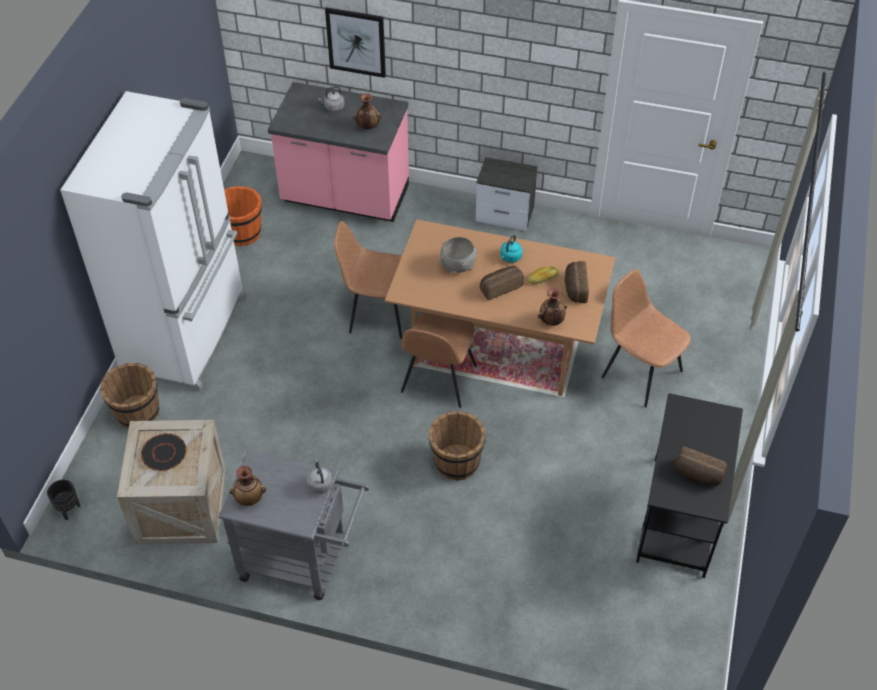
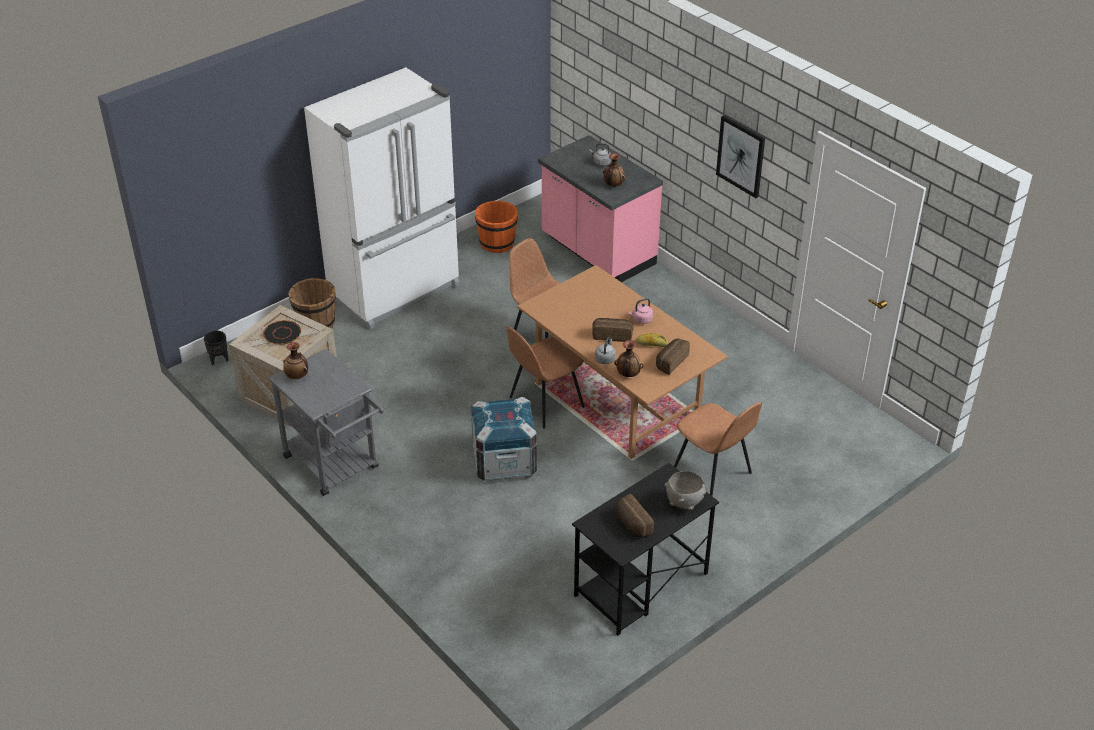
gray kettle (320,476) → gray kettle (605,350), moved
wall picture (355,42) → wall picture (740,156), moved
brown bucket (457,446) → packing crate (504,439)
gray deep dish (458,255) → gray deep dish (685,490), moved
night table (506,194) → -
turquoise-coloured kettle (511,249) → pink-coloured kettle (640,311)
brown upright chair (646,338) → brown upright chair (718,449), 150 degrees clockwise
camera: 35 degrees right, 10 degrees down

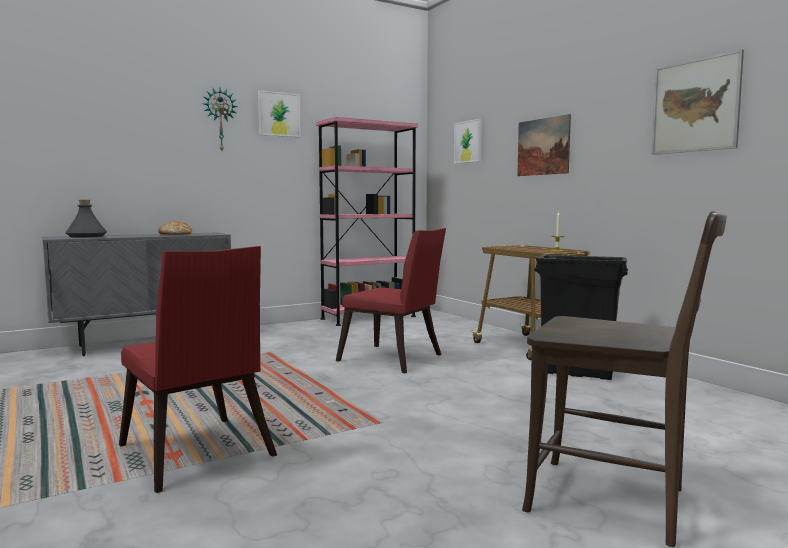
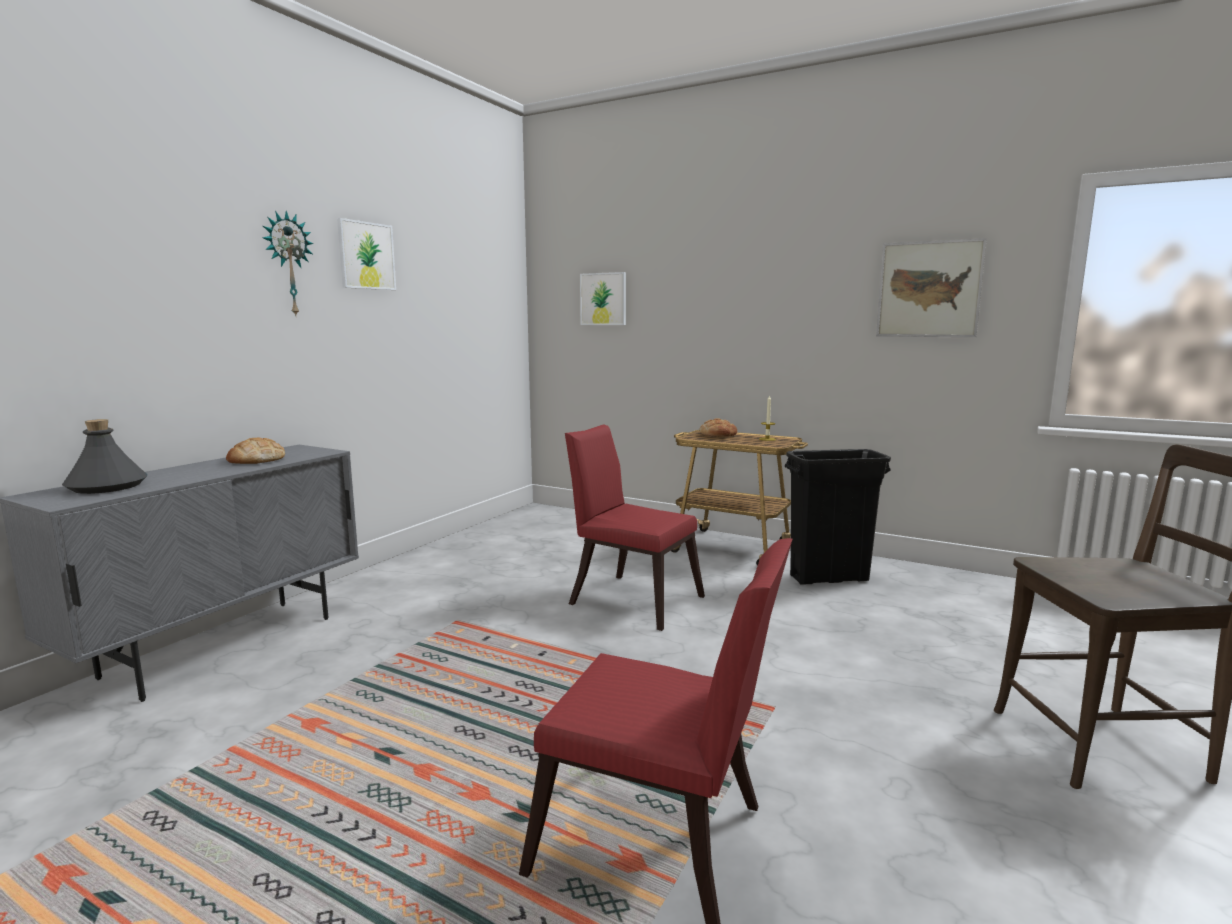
pink-coloured bookshelf (367,221) → -
red upright chair (391,300) → red upright chair (635,528), 150 degrees counterclockwise
wall picture (544,145) → -
- → bread (718,427)
camera: 30 degrees left, 5 degrees up

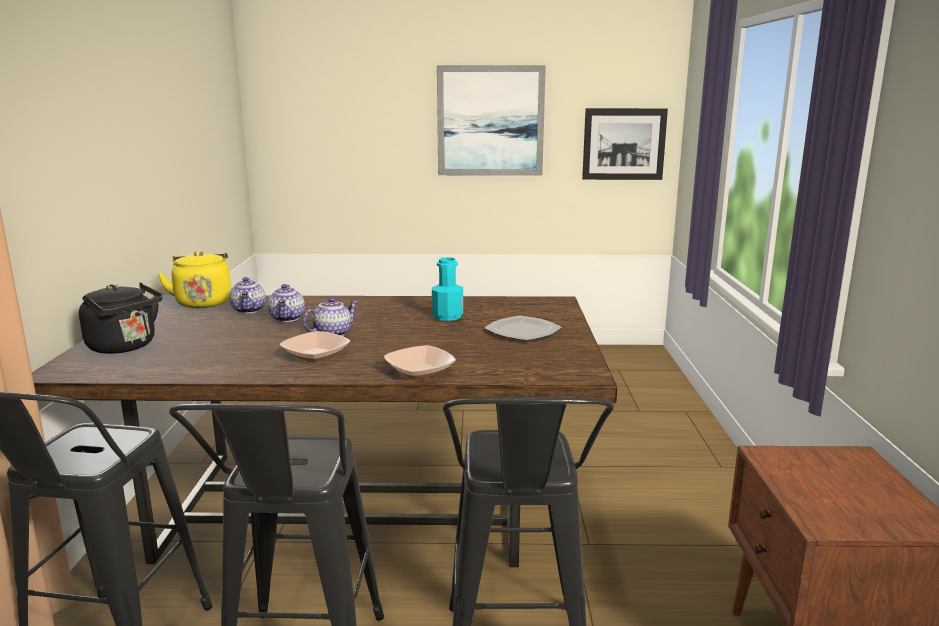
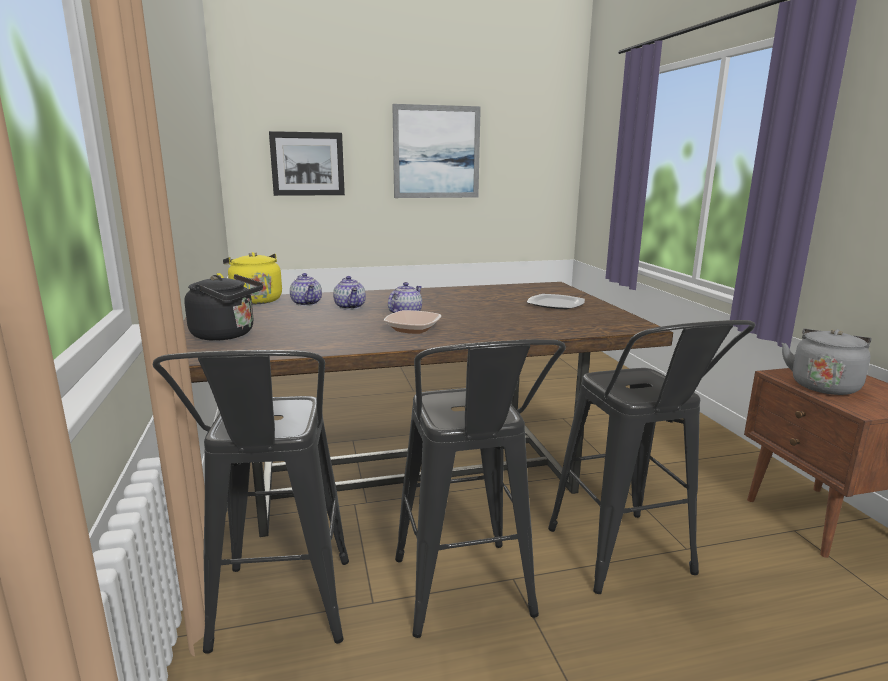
deep dish (420,362) → -
turquoise-coloured drink bottle (447,289) → -
wall picture (625,144) → wall picture (307,163), moved
- → gray kettle (826,361)
camera: 15 degrees left, 0 degrees up

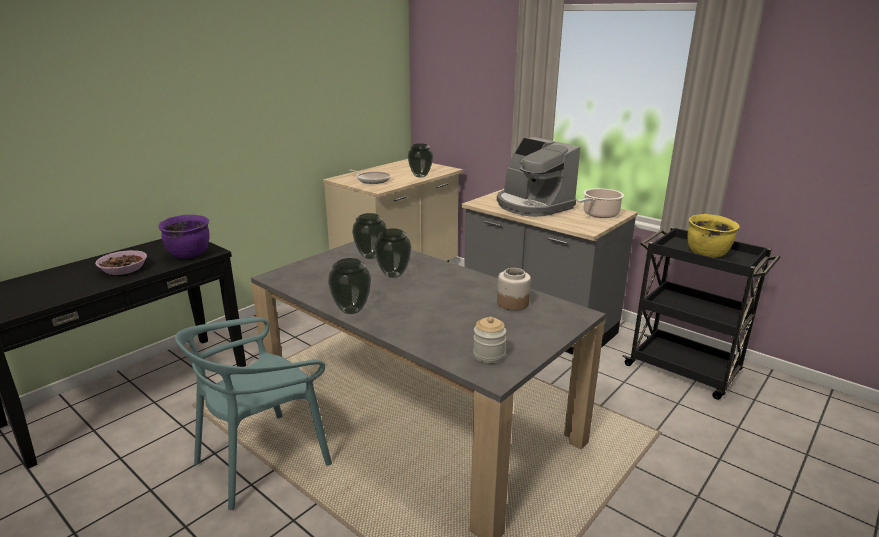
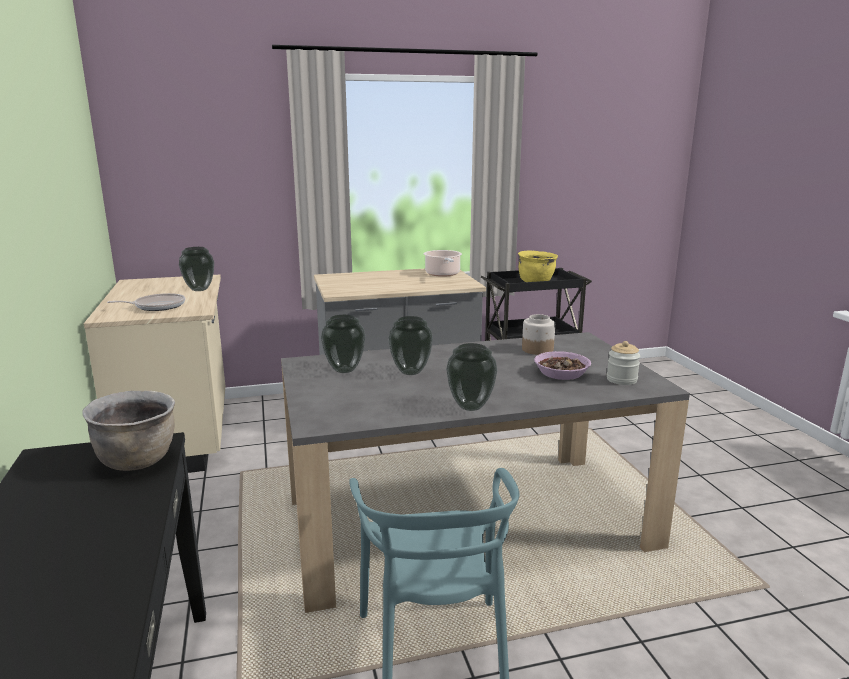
deep dish (121,262) → deep dish (562,365), moved
purplish saucepot (183,236) → brown saucepot (129,431)
coffee brewer (538,177) → -
camera: 55 degrees left, 5 degrees down

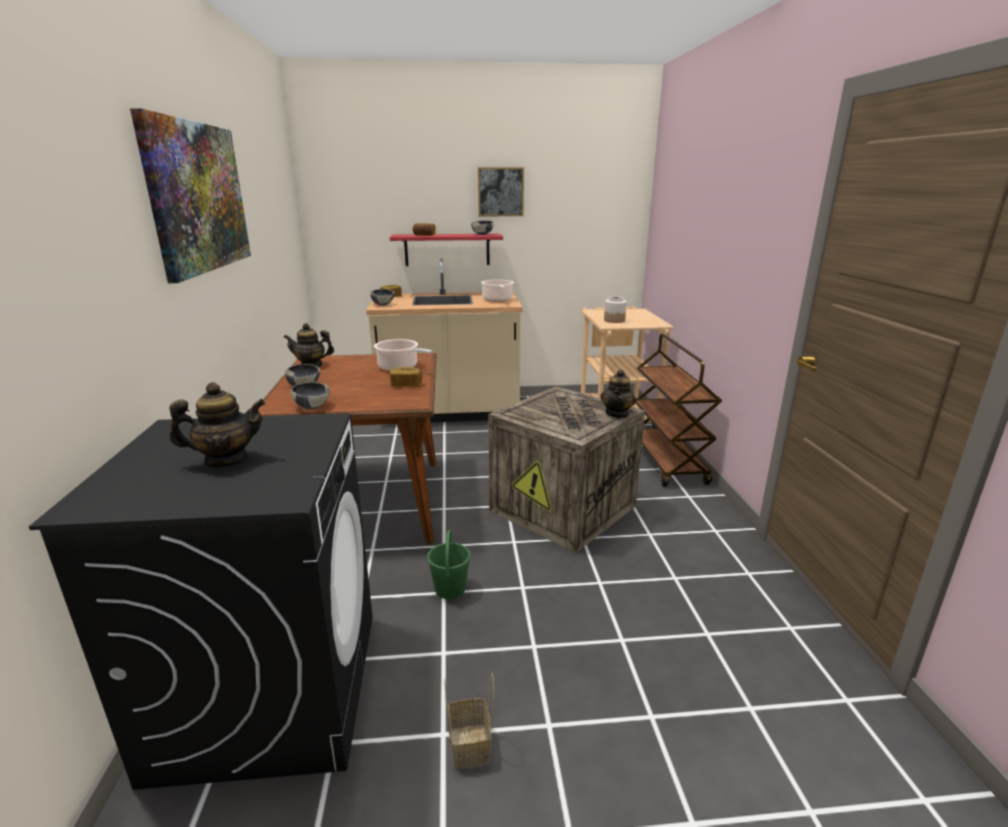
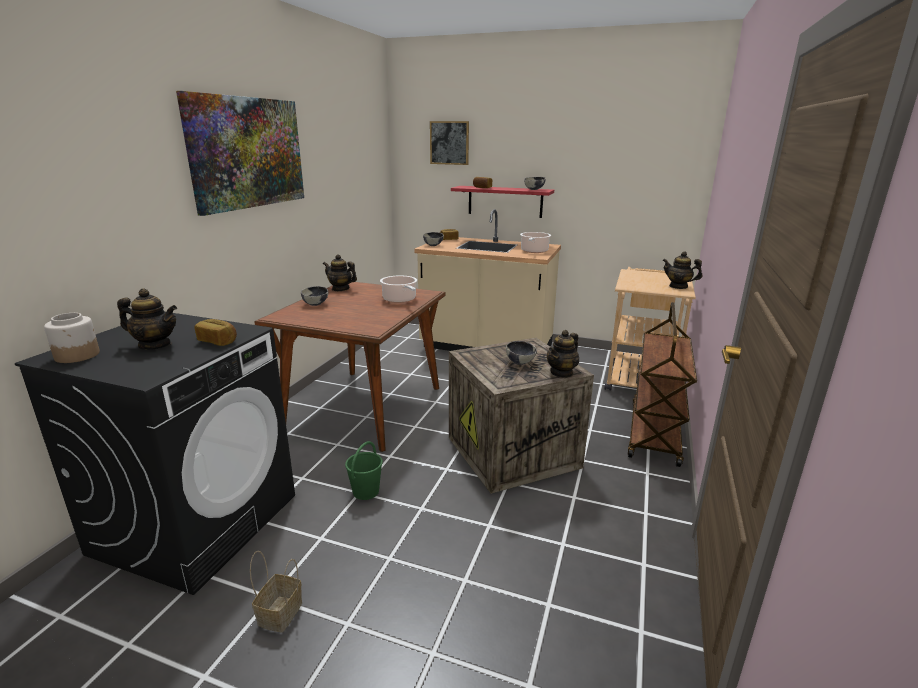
deep dish (310,396) → deep dish (521,353), moved
bread (406,376) → bread (215,332), moved
wall picture (501,191) → wall picture (449,143), moved
storage jar (615,310) → storage jar (72,338), moved
- → tea pot (682,270)
camera: 25 degrees right, 0 degrees up

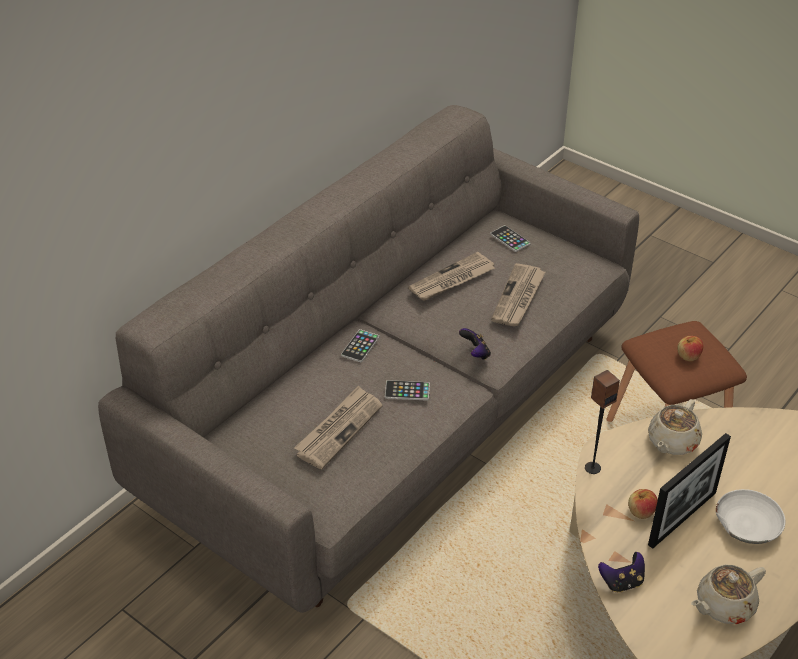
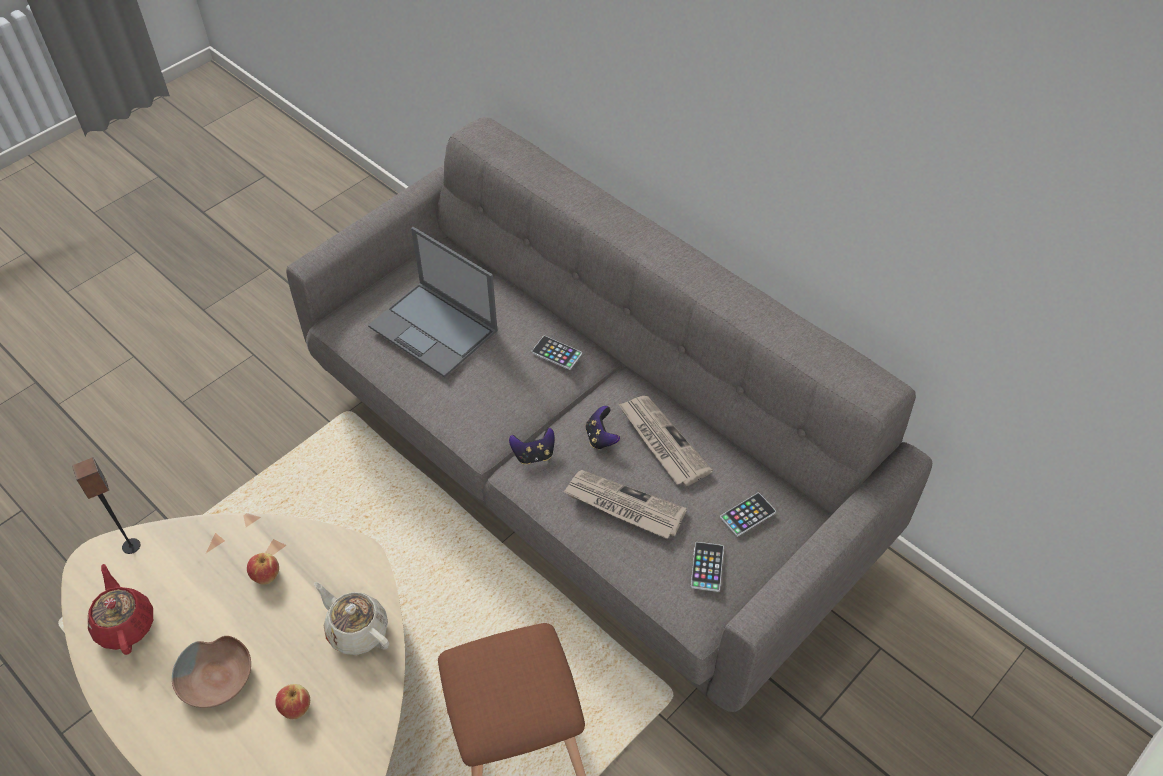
printed paper (338,427) → notebook computer (433,302)
telephone (407,390) → telephone (707,567), moved
audio speaker (602,422) → audio speaker (106,506), moved
game controller (621,572) → game controller (602,428), moved
standing frame (689,491) → -
whole apple (690,348) → whole apple (292,701), moved
beige tea pot (728,594) → red tea pot (120,609)
white-coloured deep dish (750,516) → brown deep dish (211,672)
camera: 95 degrees right, 10 degrees up

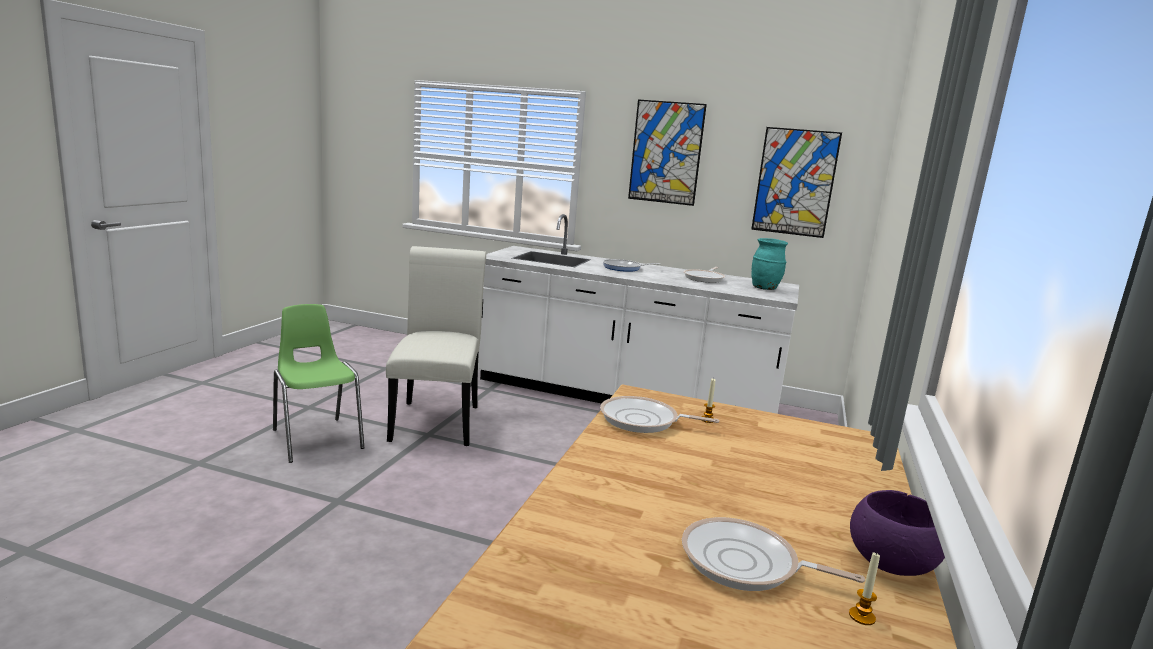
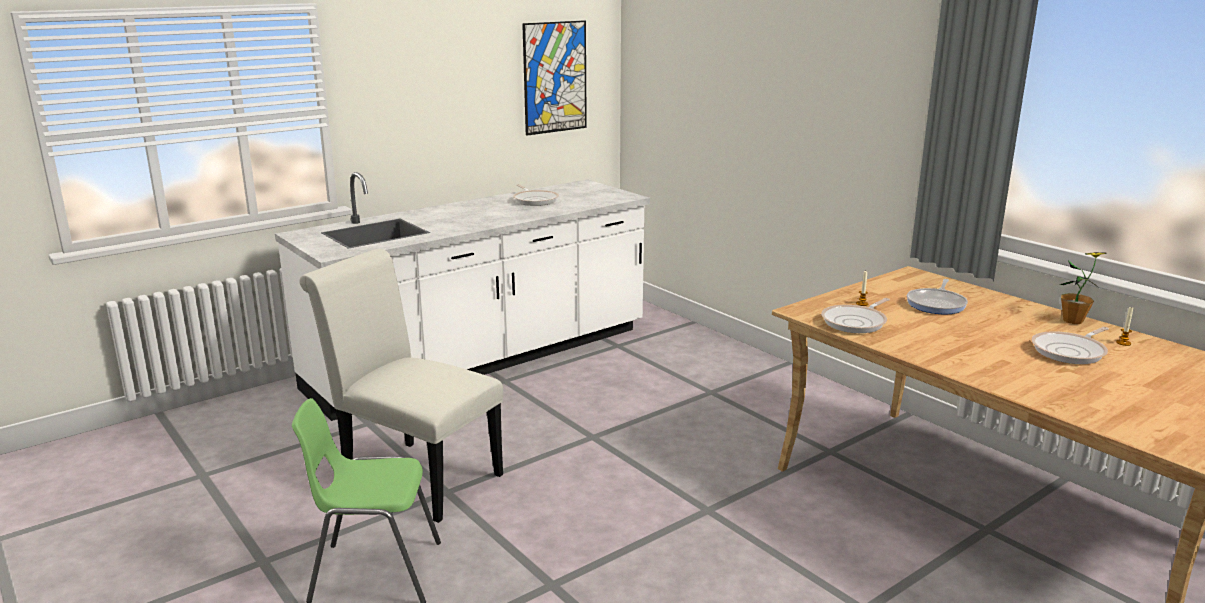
frying pan (631,265) → frying pan (937,296), moved
wall picture (667,152) → -
turquoise-coloured vase (769,264) → -
purplish deep dish (897,533) → houseplant (1083,288)
camera: 55 degrees left, 5 degrees up

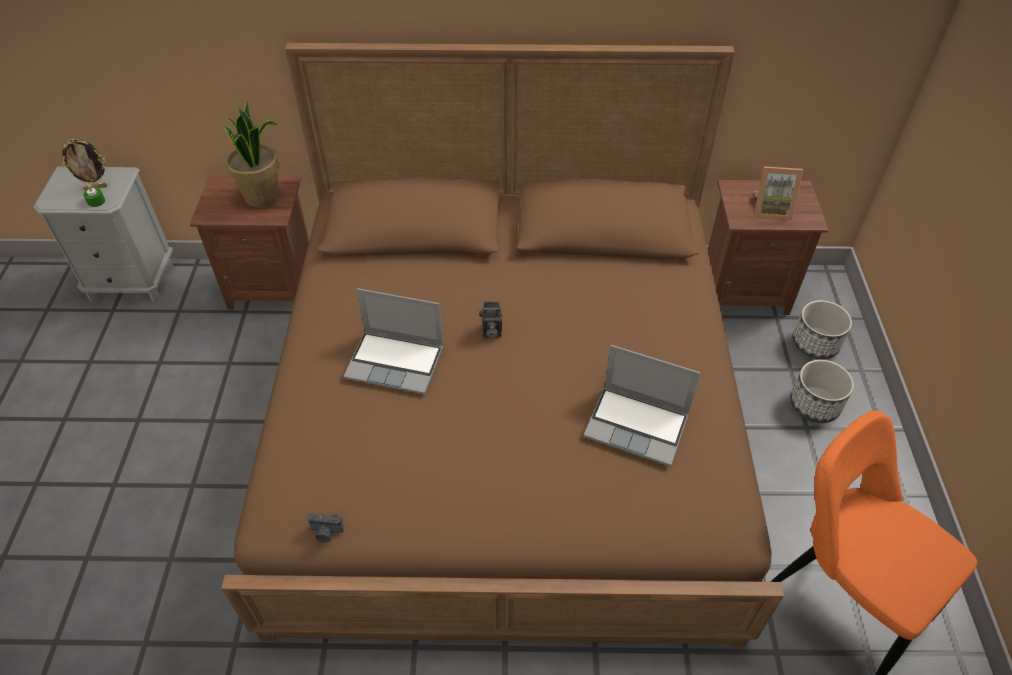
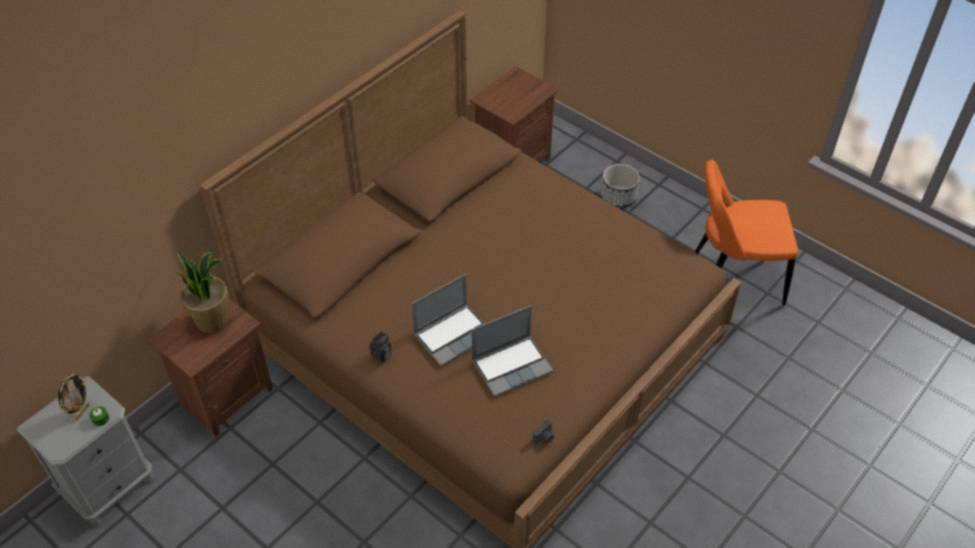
photo camera (490,320) → photo camera (380,347), moved
notebook computer (641,406) → notebook computer (512,351), moved
standing frame (778,193) → -
plant pot (822,329) → -
camera: 50 degrees left, 0 degrees up

